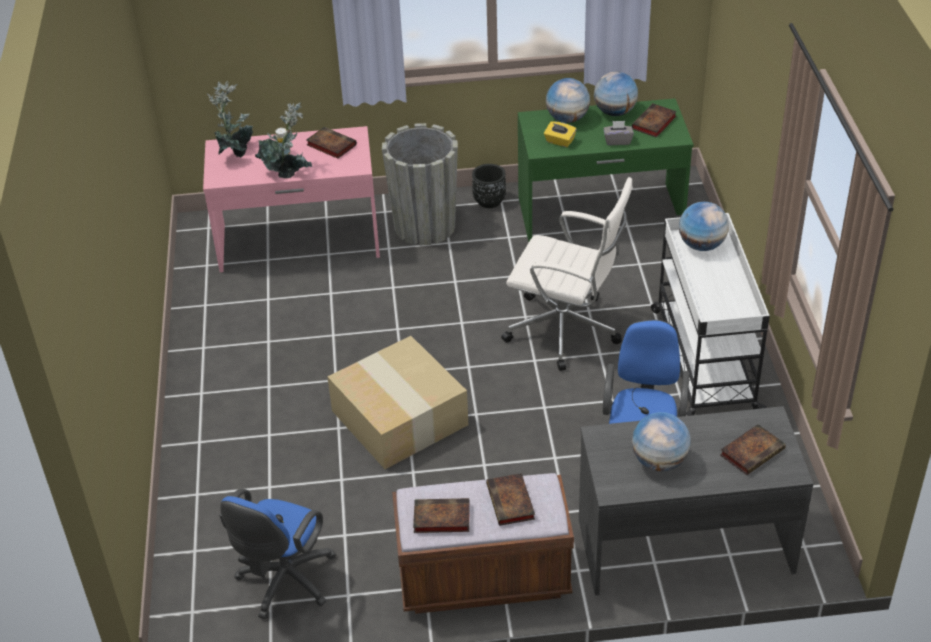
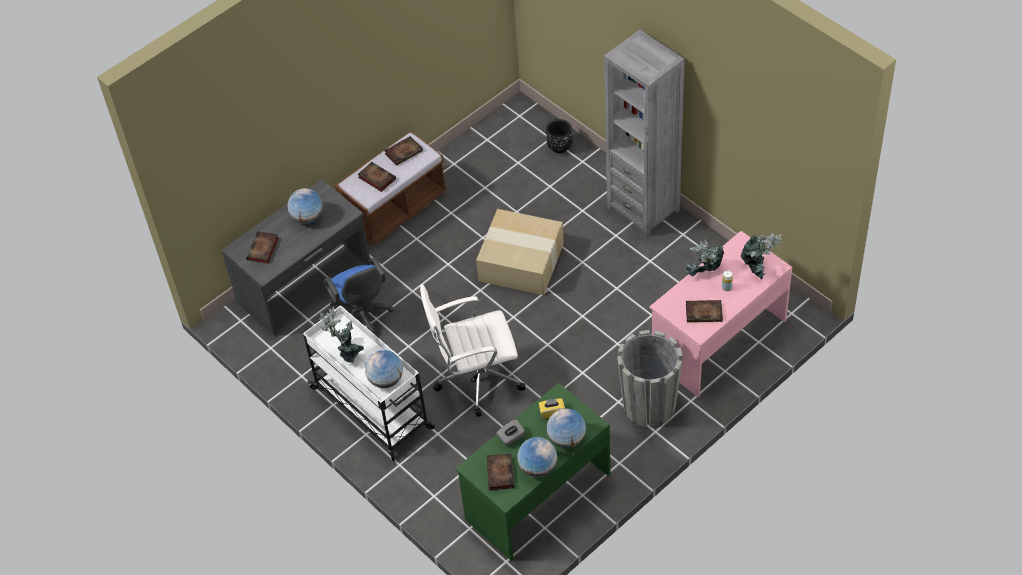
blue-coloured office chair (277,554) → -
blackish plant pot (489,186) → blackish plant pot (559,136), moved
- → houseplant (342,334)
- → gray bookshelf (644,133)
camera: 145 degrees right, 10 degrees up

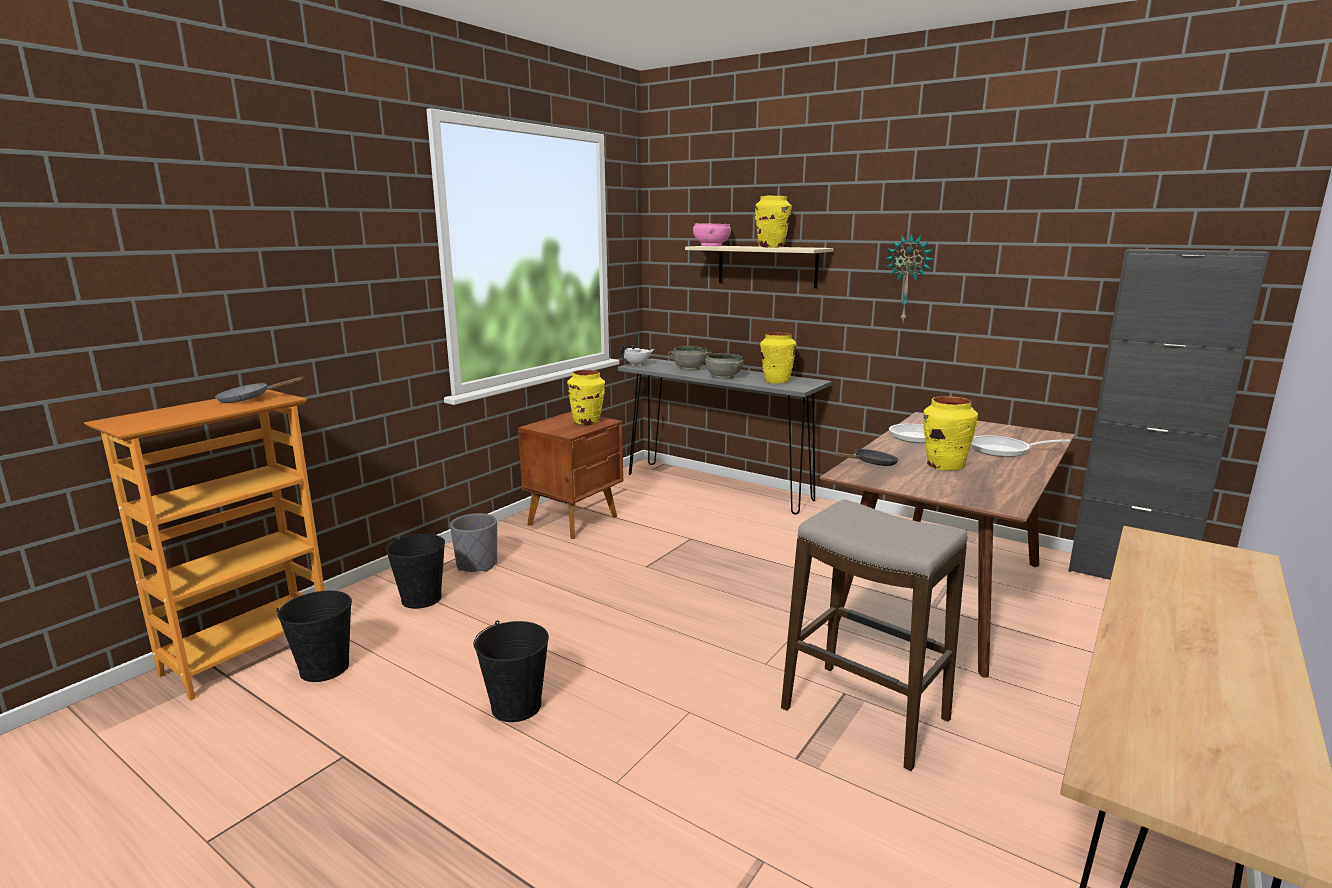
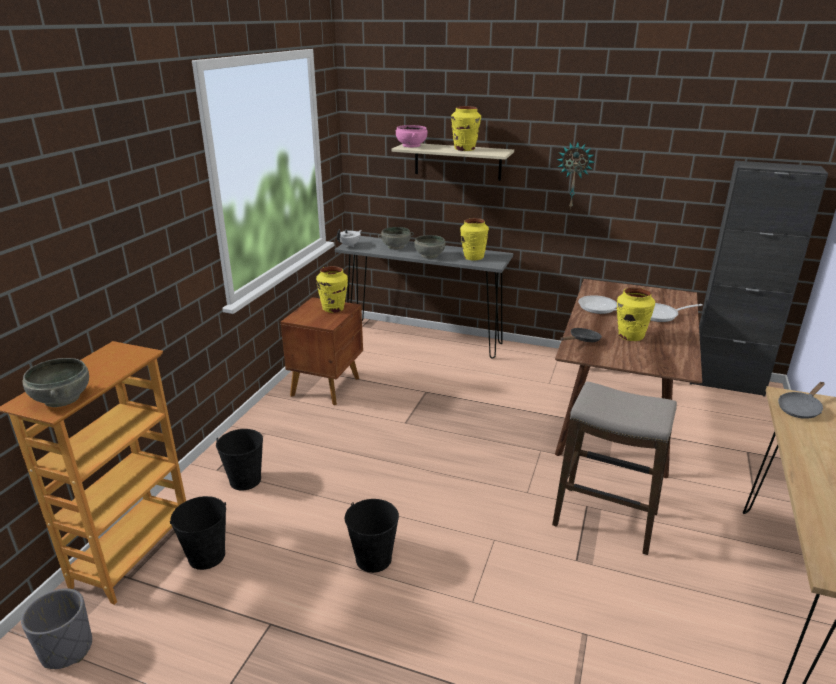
gray frying pan (260,390) → gray frying pan (801,400), moved
gray plant pot (473,542) → gray plant pot (56,628), moved
- → gray deep dish (55,382)
camera: 15 degrees left, 10 degrees up

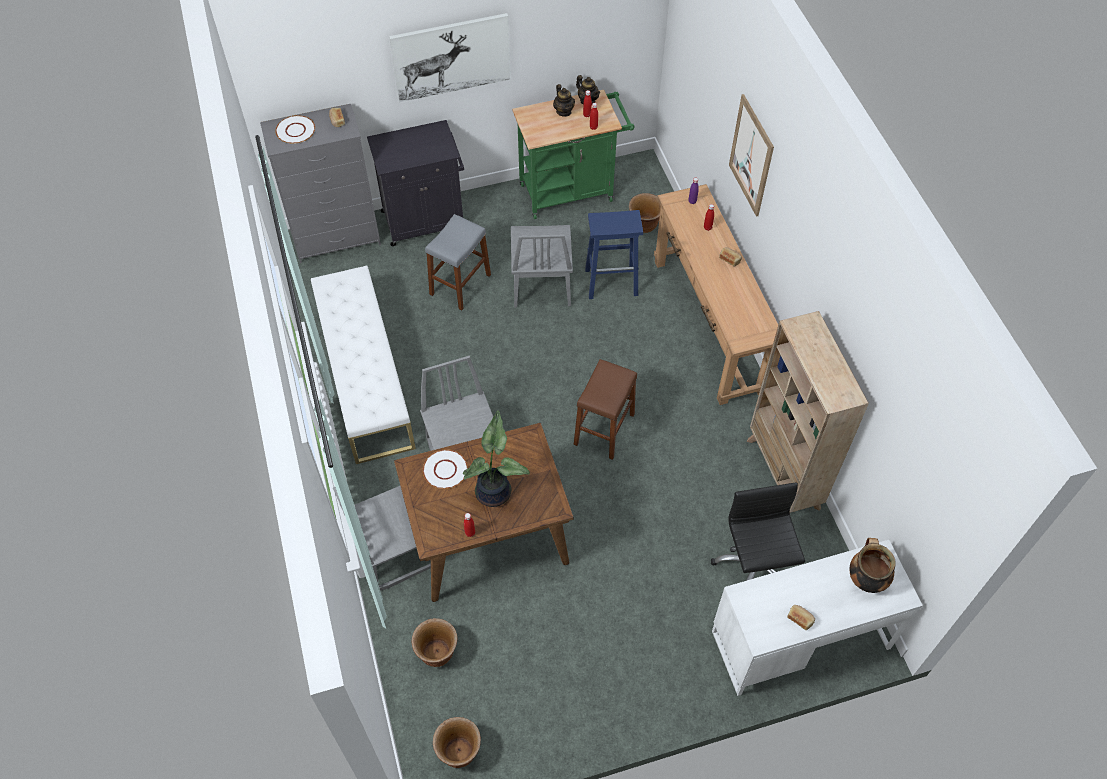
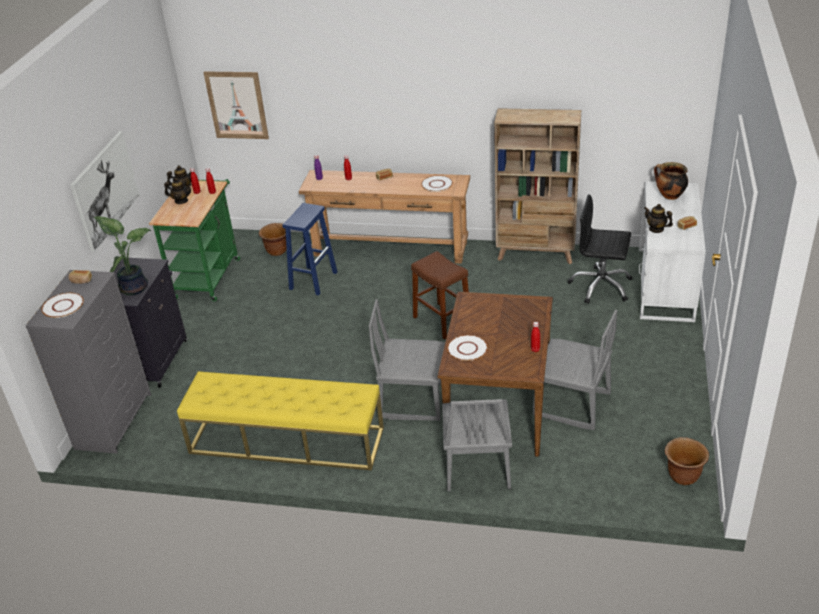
white-coloured long seat (363,365) → yellow-coloured long seat (280,420)
brown plant pot (435,642) → -
gray stool seat (458,262) → -
houseplant (496,459) → houseplant (122,255), moved
gray upright chair (542,266) → gray upright chair (575,370), moved
wall picture (751,155) → wall picture (236,105), moved
- → white-coloured flat dish (437,183)
- → tea pot (658,218)
camera: 60 degrees left, 20 degrees down

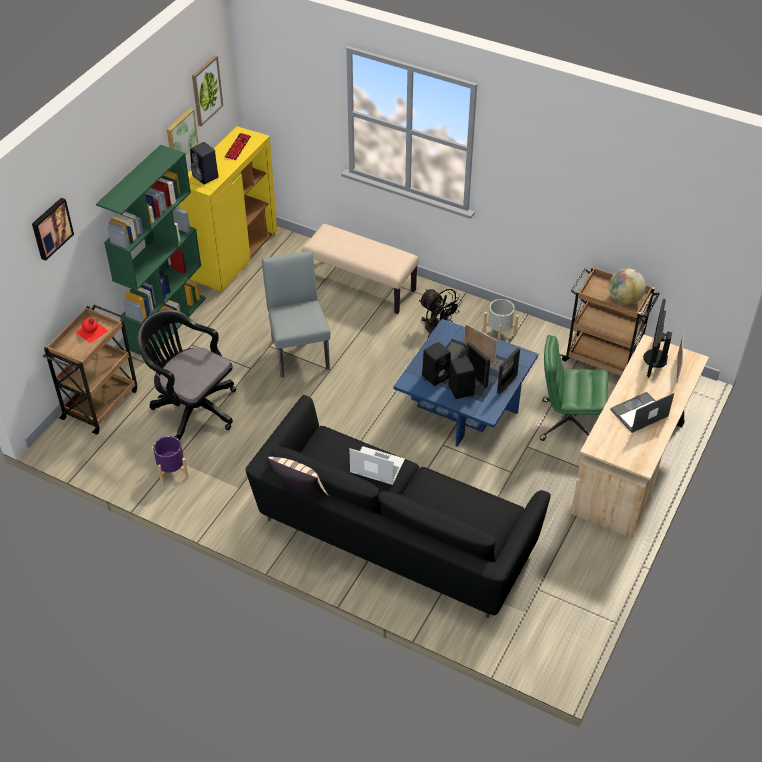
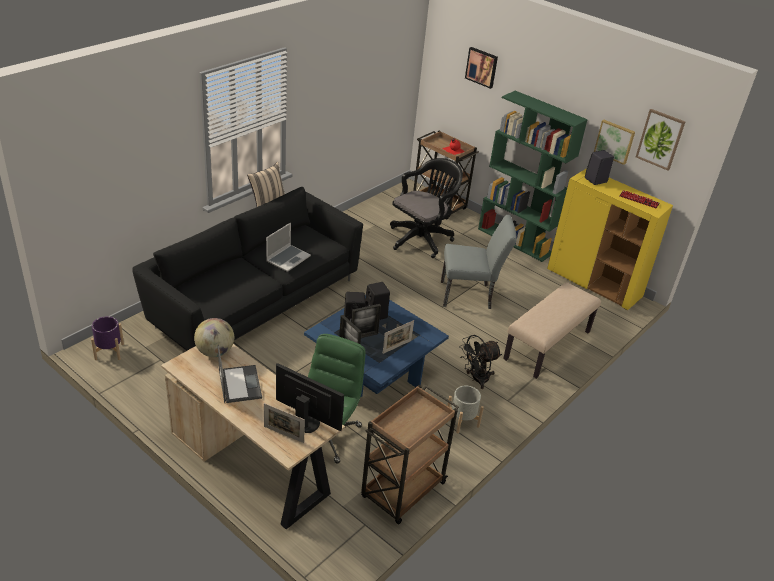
purplish plant pot (170,460) → purplish plant pot (107,338), moved
desk globe (627,286) → desk globe (214,337), moved
camera: 100 degrees right, 10 degrees down

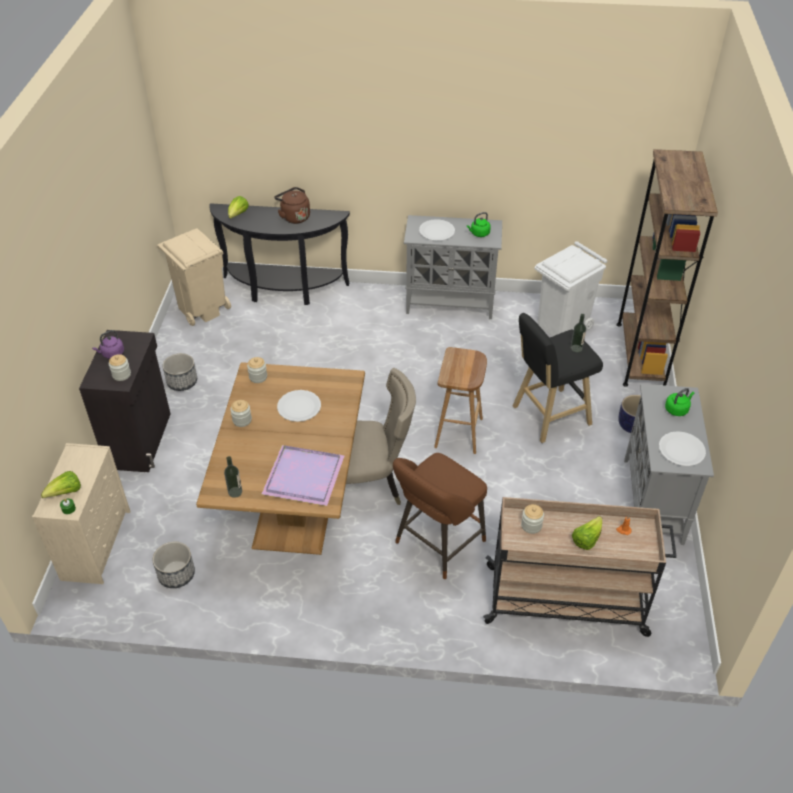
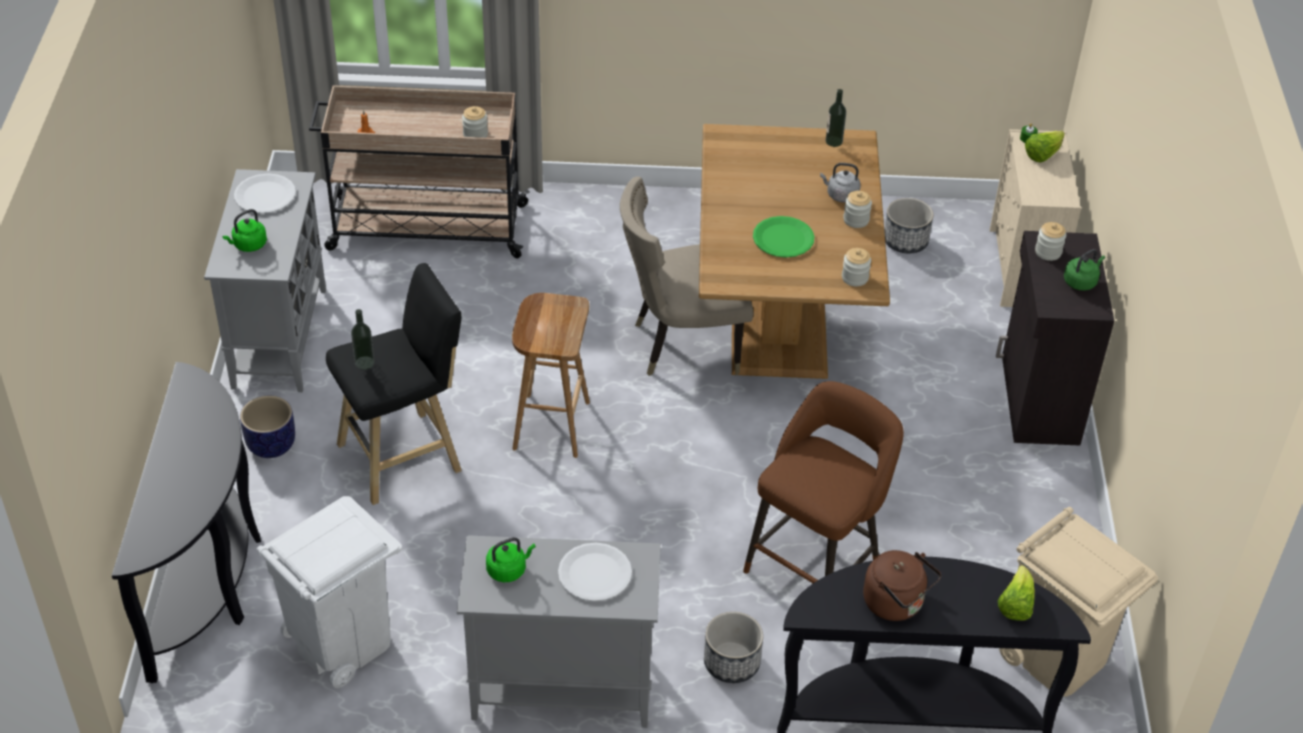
purplish kettle (108,344) → green-coloured kettle (1084,269)
plant pot (180,372) → plant pot (733,647), moved
purplish tray (303,475) → -
white-coloured flat dish (299,406) → green-coloured flat dish (783,236)
brown stool seat (440,516) → brown stool seat (823,482), moved
lettuce head (587,533) → -
brown bookshelf (667,268) → blackish hall table (186,522)
- → gray kettle (840,182)
camera: 175 degrees right, 0 degrees up

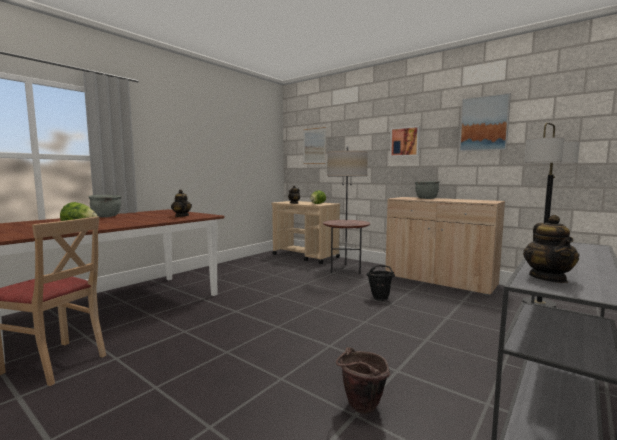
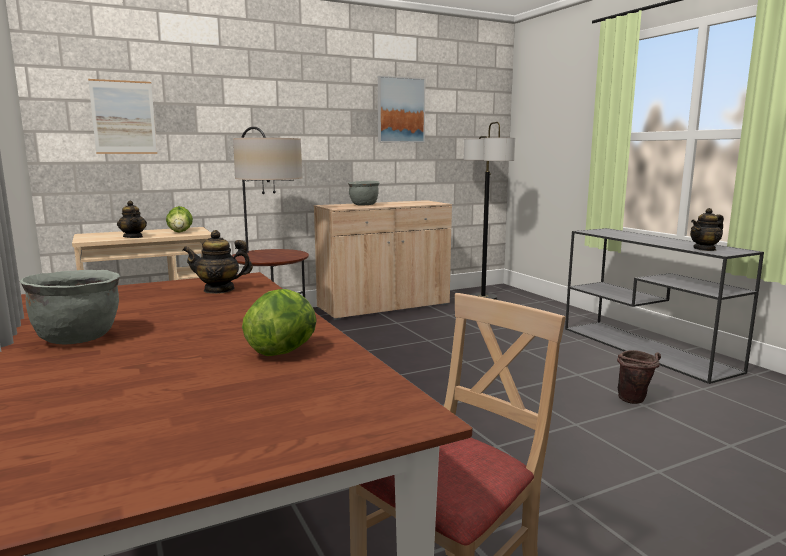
blackish bucket (380,283) → -
wall picture (405,141) → -
tea pot (551,249) → tea pot (707,229), 120 degrees clockwise
camera: 65 degrees left, 5 degrees up

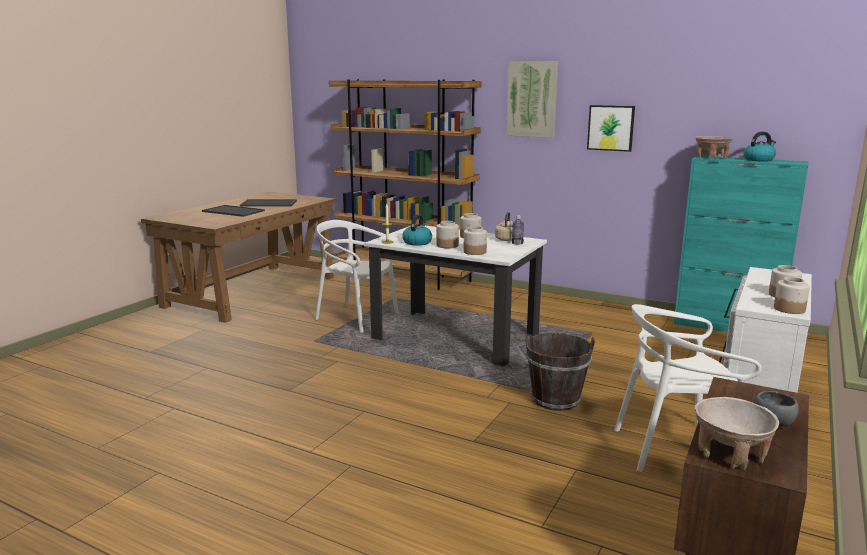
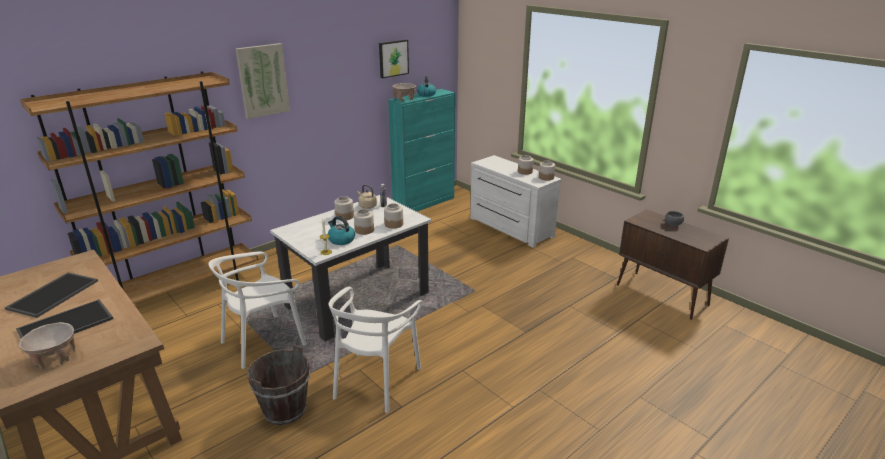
brown bucket (560,372) → brown bucket (278,384), moved
wall picture (611,128) → wall picture (394,59), moved
white-coloured upright chair (688,388) → white-coloured upright chair (375,350), moved
beige deep dish (737,433) → beige deep dish (47,345), moved
camera: 70 degrees left, 10 degrees up

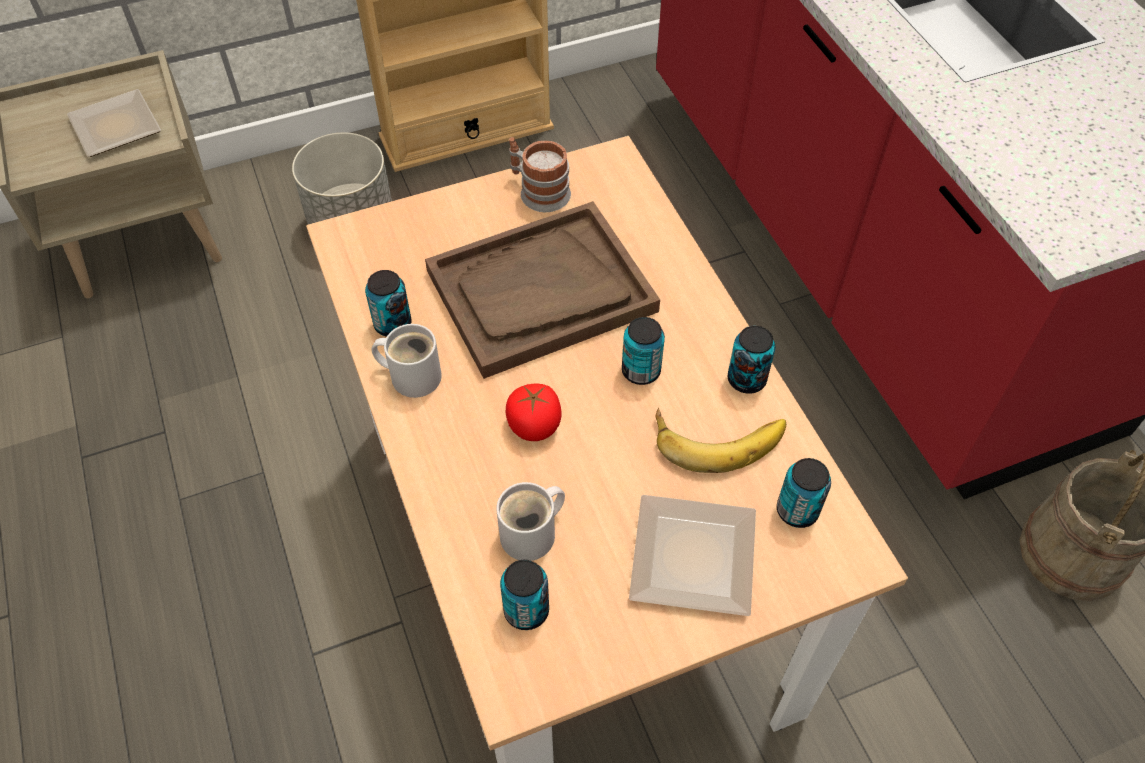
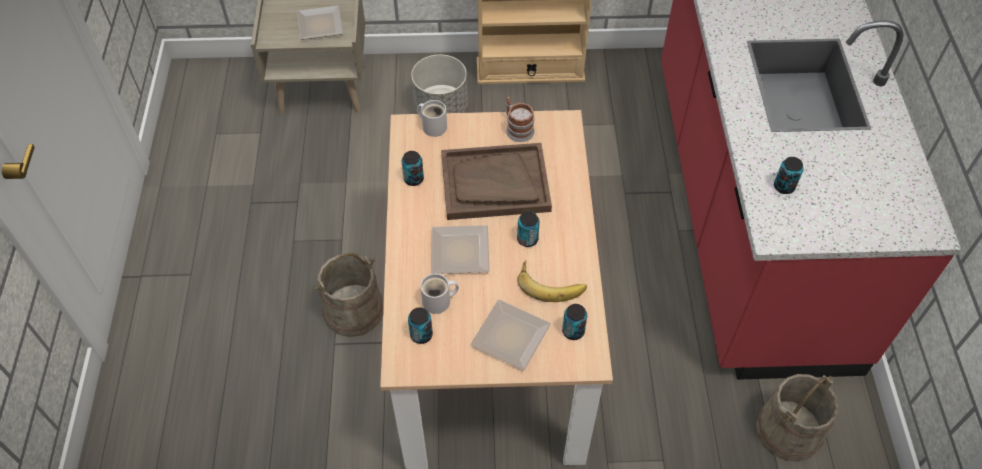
white-coloured coffee mug (407,361) → white-coloured coffee mug (432,118), moved
whole tomato (534,412) → flat dish (461,249)
metal can (751,360) → metal can (789,175), moved
- → beige bucket (349,295)
camera: 20 degrees right, 0 degrees up

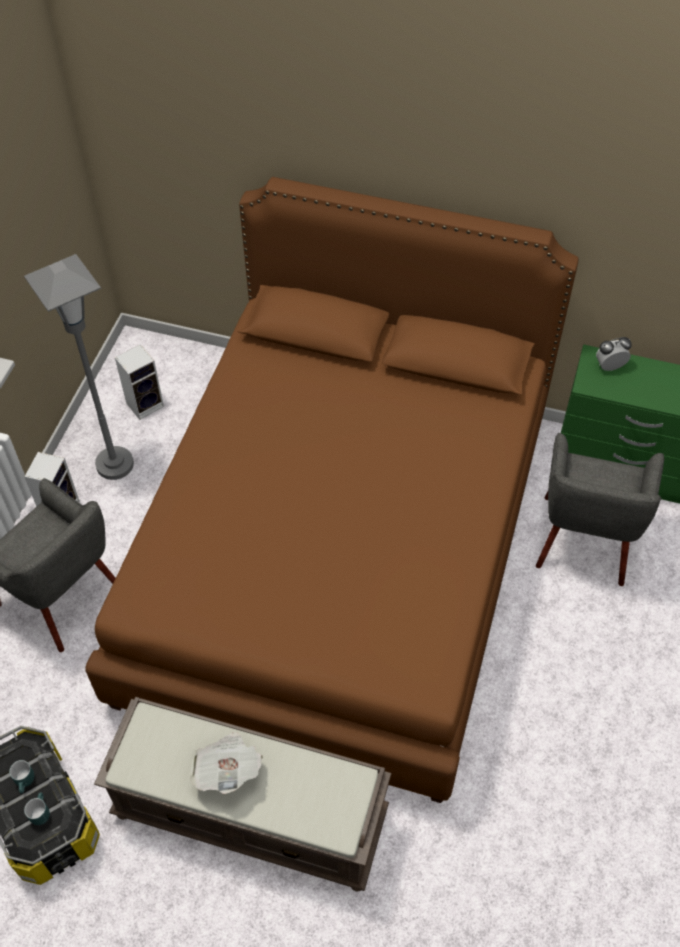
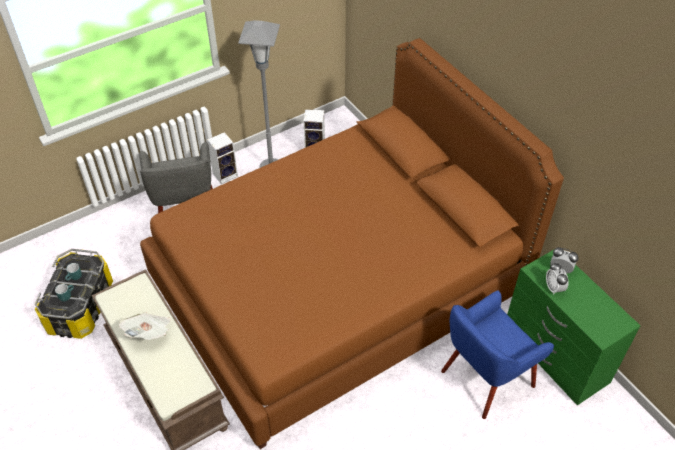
gray lounge chair (600,509) → blue-coloured lounge chair (497,355)
- → table clock (557,278)
camera: 40 degrees right, 5 degrees down

